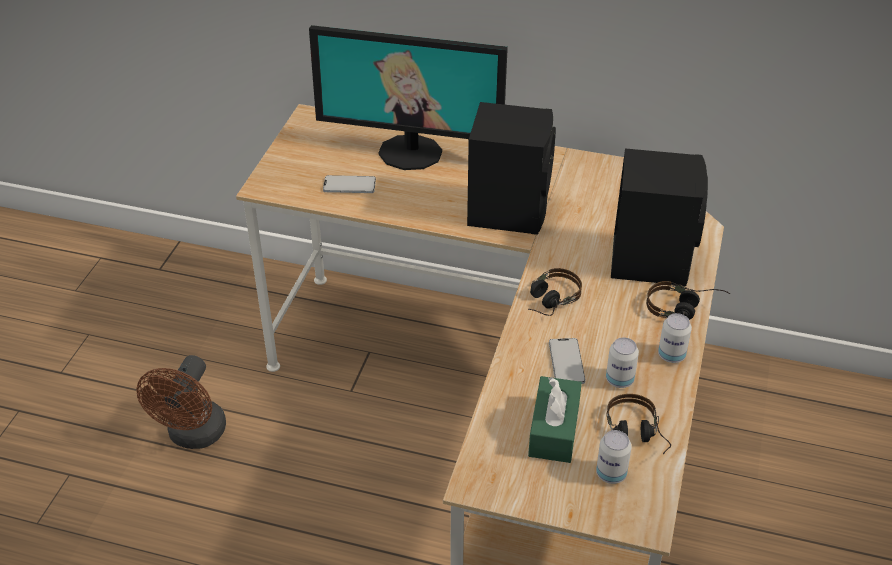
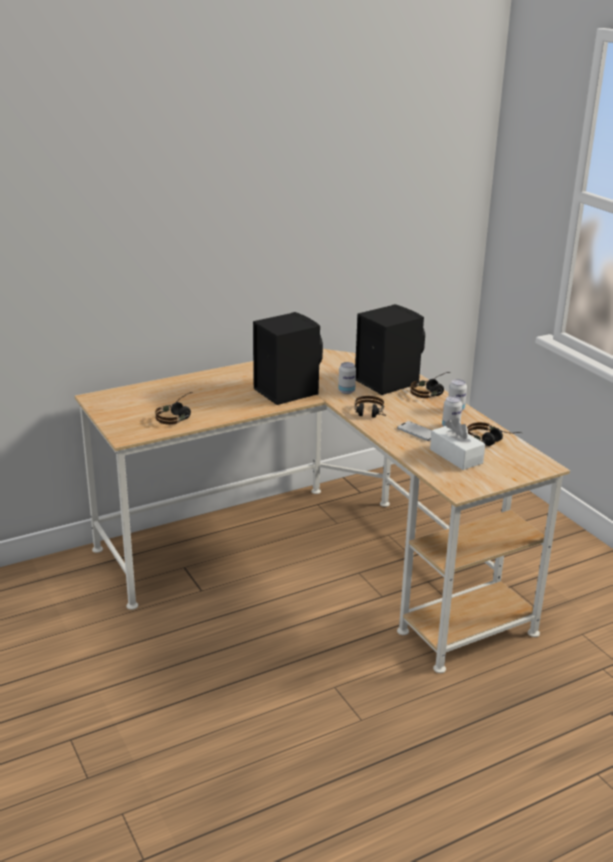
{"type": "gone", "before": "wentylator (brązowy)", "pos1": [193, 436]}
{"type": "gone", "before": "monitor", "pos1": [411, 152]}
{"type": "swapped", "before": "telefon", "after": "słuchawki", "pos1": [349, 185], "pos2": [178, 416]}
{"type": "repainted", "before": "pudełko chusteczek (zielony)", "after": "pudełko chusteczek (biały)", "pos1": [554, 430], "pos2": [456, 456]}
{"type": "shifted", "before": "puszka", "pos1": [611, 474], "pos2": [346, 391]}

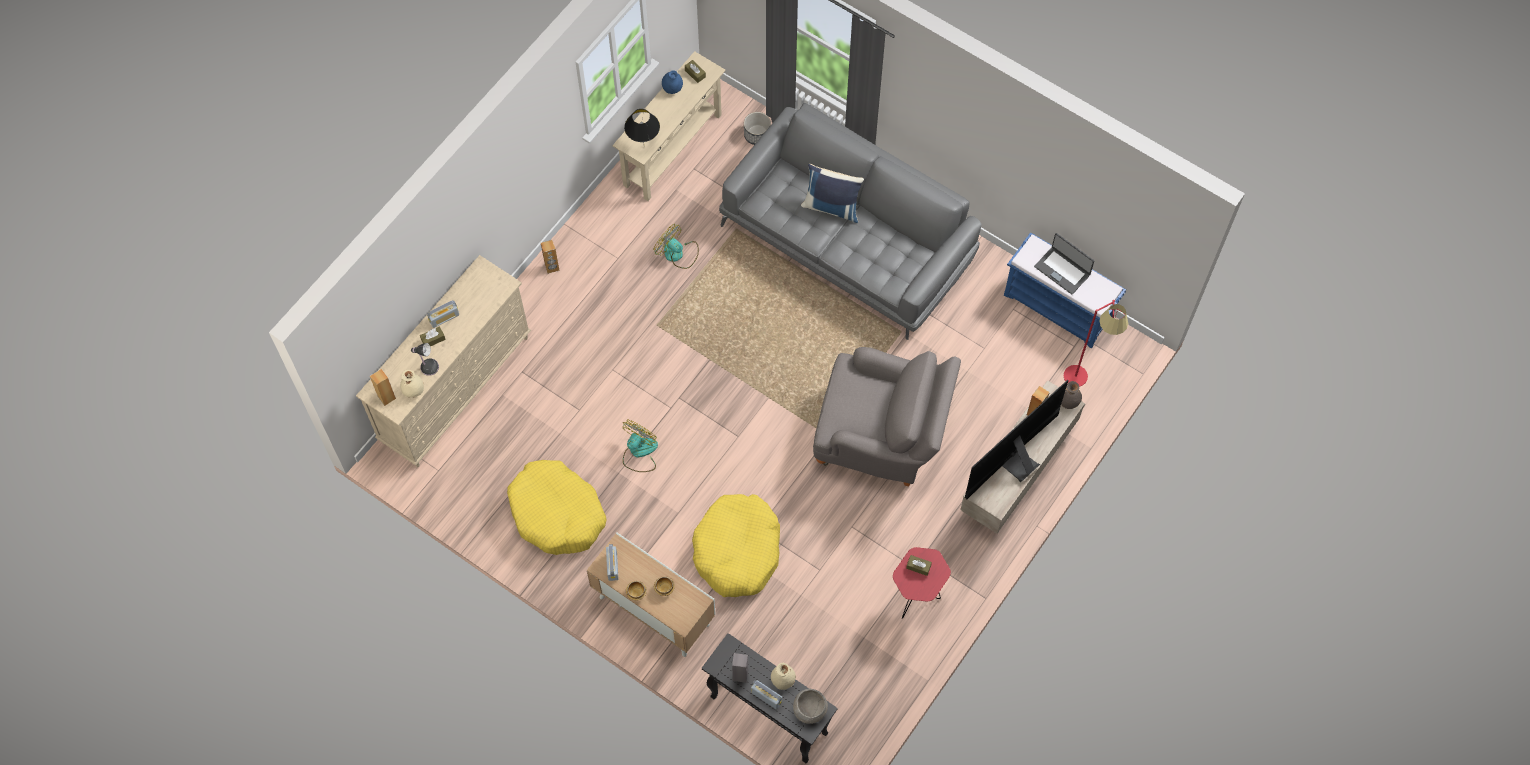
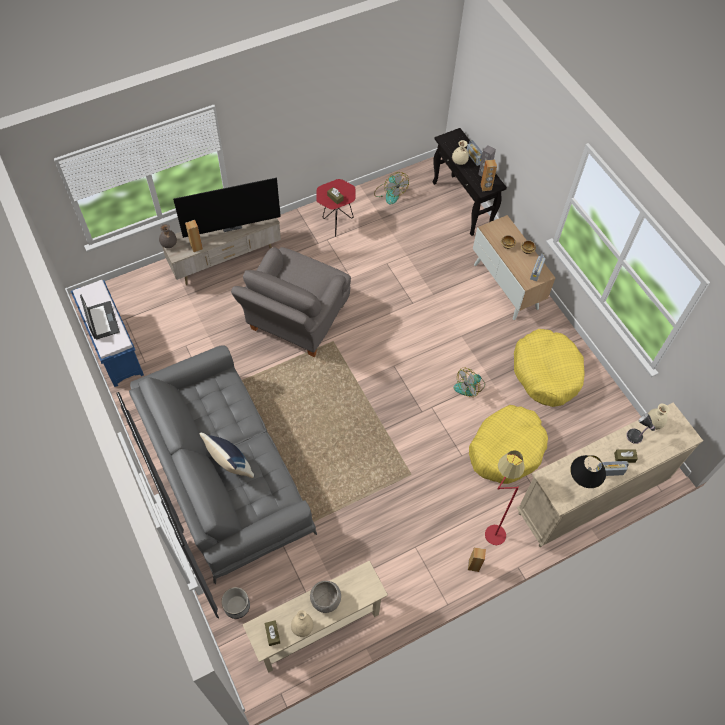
{"type": "shifted", "before": "głośnik (brązowy)", "pos1": [386, 397], "pos2": [486, 187]}
{"type": "shifted", "before": "lampa stołowa (czarny)", "pos1": [644, 146], "pos2": [579, 485]}
{"type": "shifted", "before": "wentylator", "pos1": [678, 254], "pos2": [390, 193]}
{"type": "repainted", "before": "wazon (niebieski)", "after": "wazon (beżowy)", "pos1": [672, 89], "pos2": [302, 627]}
{"type": "shifted", "before": "legowisko (żółty)", "pos1": [737, 550], "pos2": [506, 449]}
{"type": "shifted", "before": "miska (szary)", "pos1": [810, 711], "pos2": [325, 600]}
{"type": "rotated", "before": "fotel (szary)", "pos1": [882, 437], "pos2": [295, 321], "turn": -105}
{"type": "shifted", "before": "lampa stojąca (czerwony)", "pos1": [1084, 382], "pos2": [491, 526]}

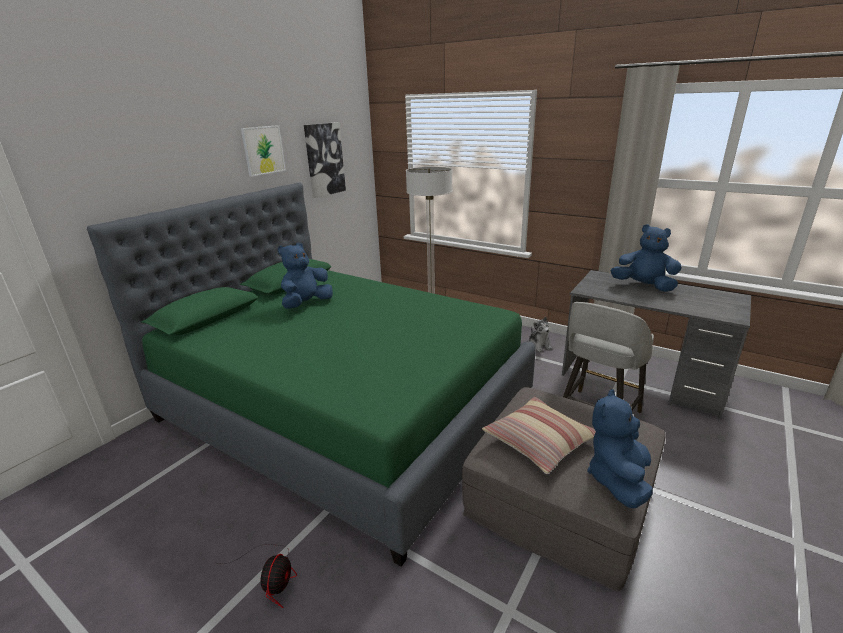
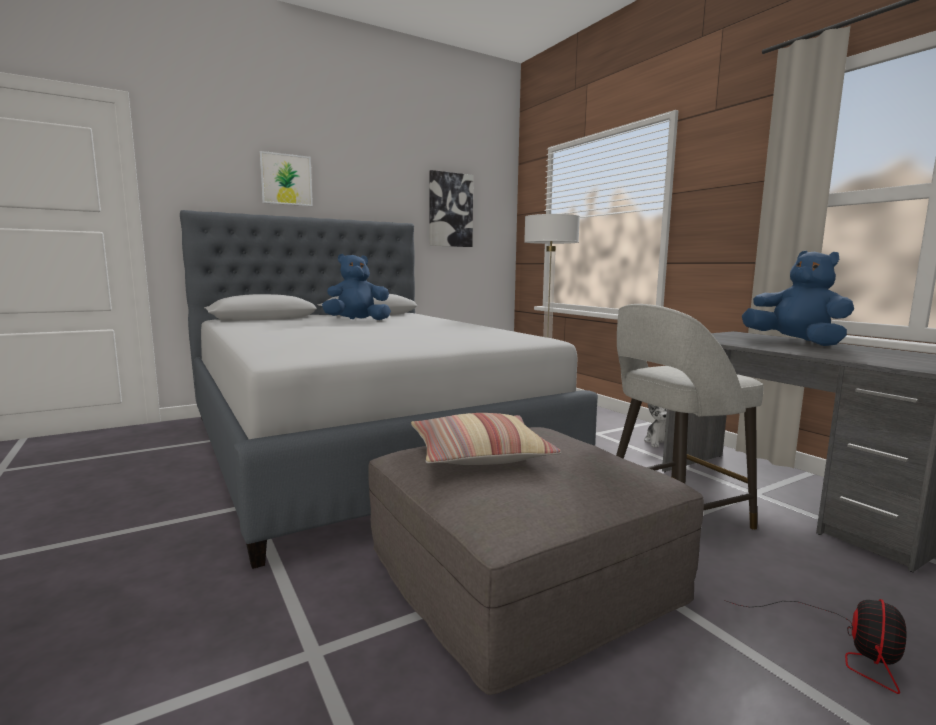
{"type": "repainted", "before": "łóżko (zielony)", "after": "łóżko (szary)", "pos1": [344, 408], "pos2": [364, 444]}
{"type": "shifted", "before": "wentylator", "pos1": [272, 577], "pos2": [842, 647]}
{"type": "shifted", "before": "obraz", "pos1": [263, 150], "pos2": [286, 179]}
{"type": "gone", "before": "pluszak (niebieski)", "pos1": [618, 479]}

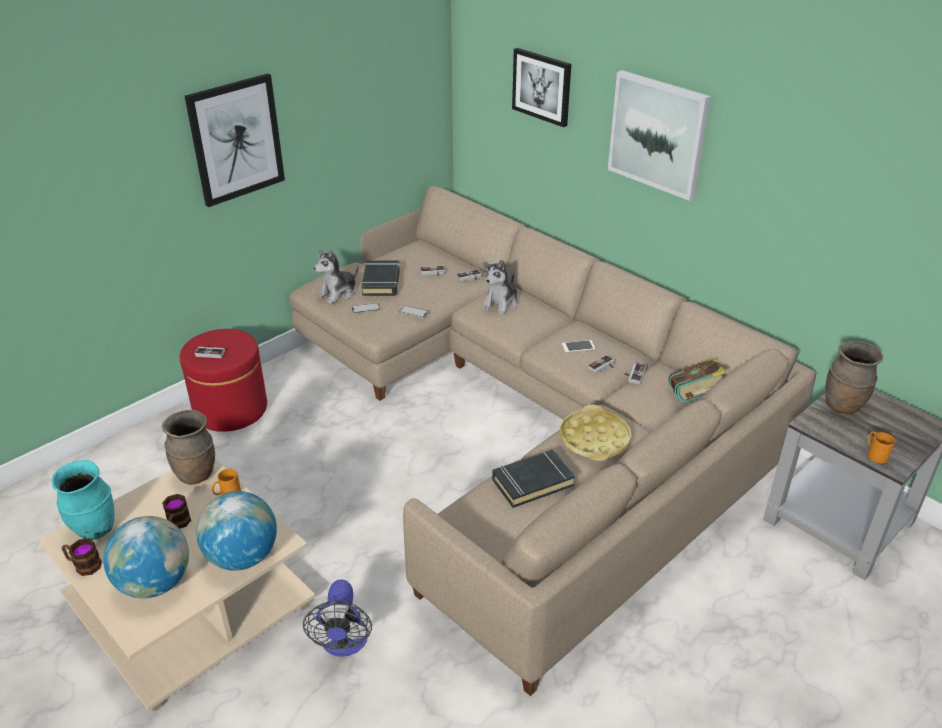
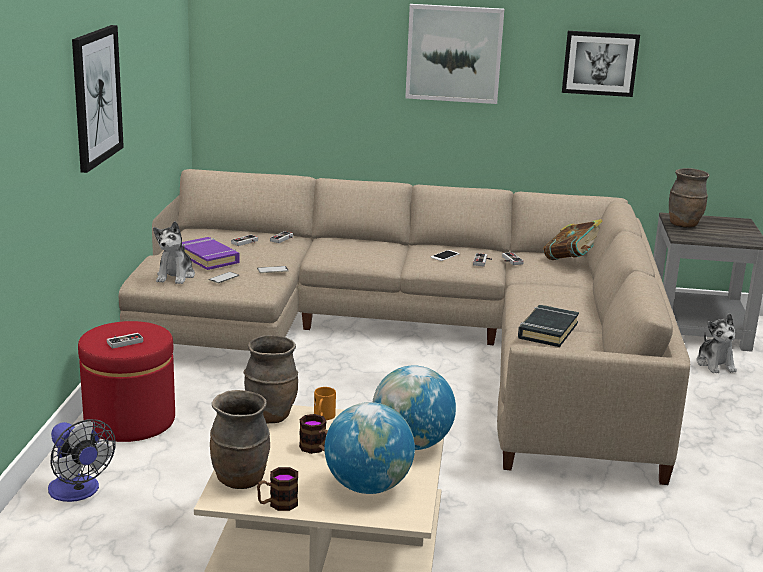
{"type": "repainted", "before": "wazon (turkusowy)", "after": "wazon (brązowy)", "pos1": [95, 529], "pos2": [241, 481]}
{"type": "shifted", "before": "wentylator", "pos1": [343, 644], "pos2": [78, 492]}
{"type": "repainted", "before": "książka (czarny)", "after": "książka (fioletowy)", "pos1": [381, 282], "pos2": [208, 258]}
{"type": "shifted", "before": "pluszak", "pos1": [500, 304], "pos2": [715, 364]}
{"type": "shifted", "before": "obraz", "pos1": [542, 86], "pos2": [600, 63]}
{"type": "gone", "before": "taca (żółty)", "pos1": [594, 439]}
{"type": "gone", "before": "kubek (pomarańczowy)", "pos1": [874, 454]}

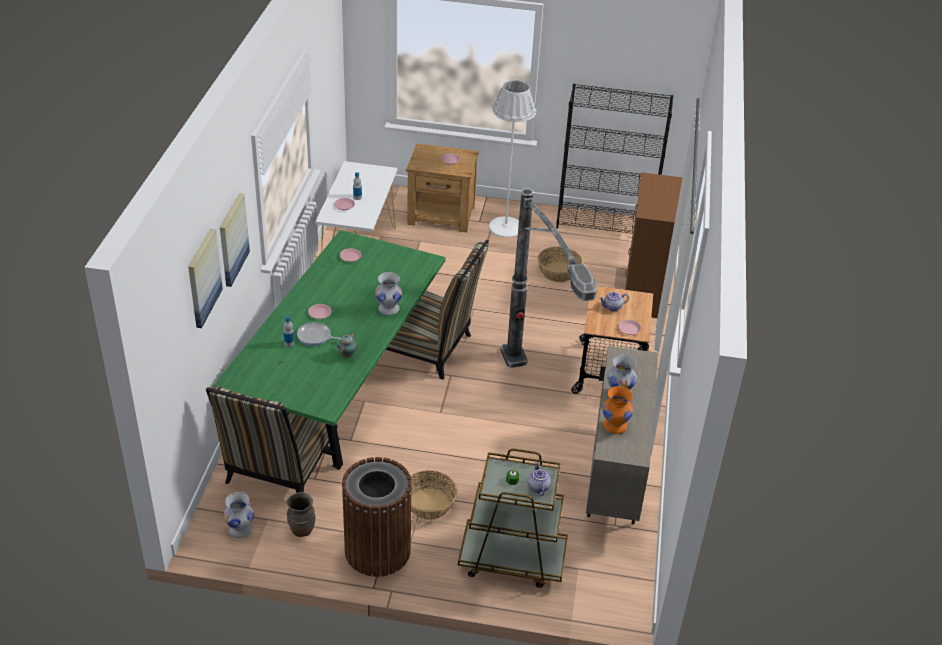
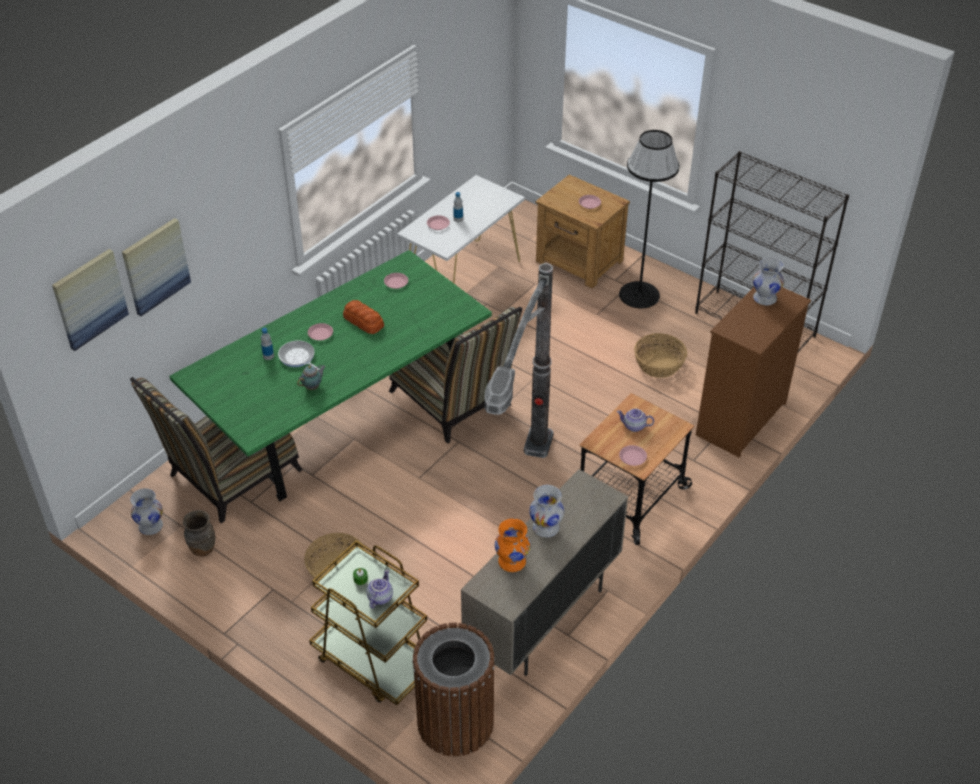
{"type": "shifted", "before": "obraz", "pos1": [232, 239], "pos2": [89, 299]}
{"type": "shifted", "before": "kosz na śmieci (brązowy)", "pos1": [377, 551], "pos2": [455, 722]}
{"type": "shifted", "before": "wazon (biały)", "pos1": [388, 309], "pos2": [764, 298]}
{"type": "repainted", "before": "lampa stojąca (biały)", "after": "lampa stojąca (czarny)", "pos1": [505, 227], "pos2": [639, 295]}
{"type": "new", "after": "chleb", "pos2": [363, 321]}

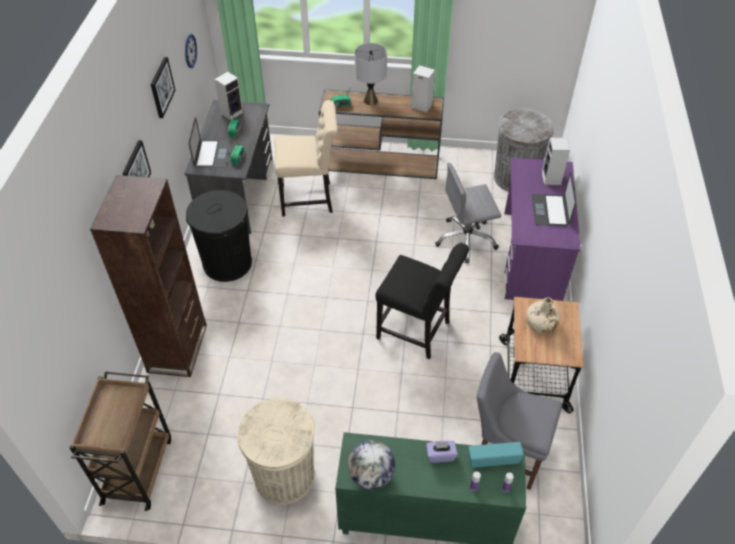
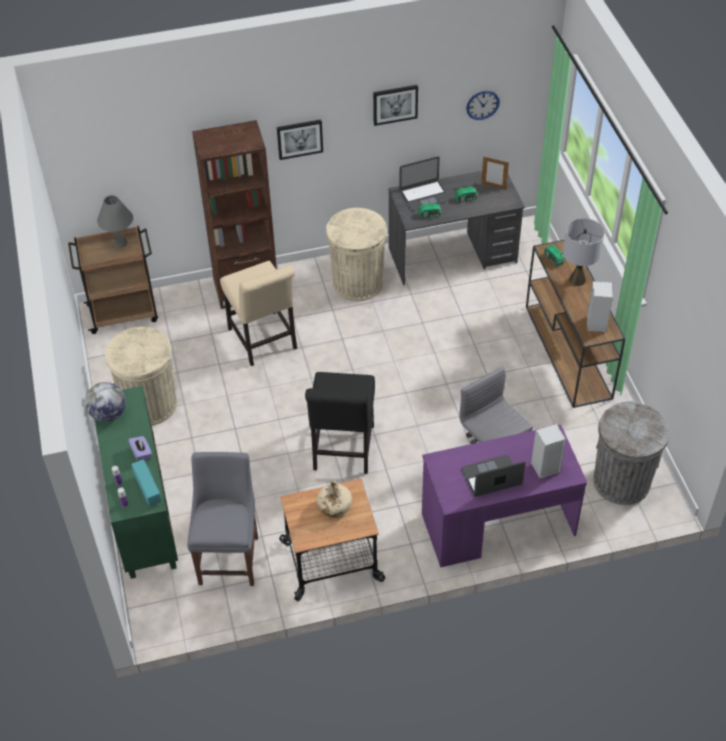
{"type": "repainted", "before": "kosz na śmieci (czarny)", "after": "kosz na śmieci (beżowy)", "pos1": [227, 263], "pos2": [358, 283]}
{"type": "swapped", "before": "głośnik", "after": "ramka na zdjęcie", "pos1": [232, 112], "pos2": [493, 186]}
{"type": "shifted", "before": "krzesło (beżowy)", "pos1": [310, 199], "pos2": [264, 341]}
{"type": "new", "after": "lampa stołowa (szary)", "pos2": [120, 242]}

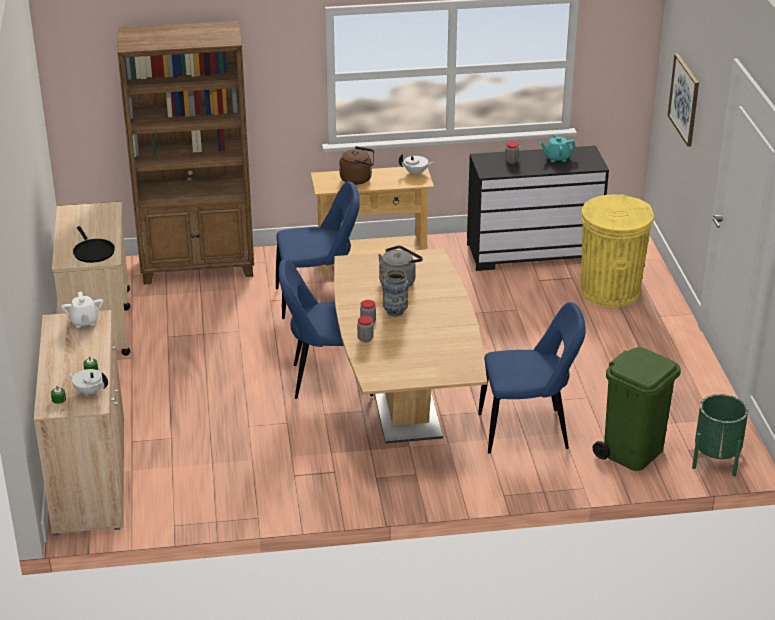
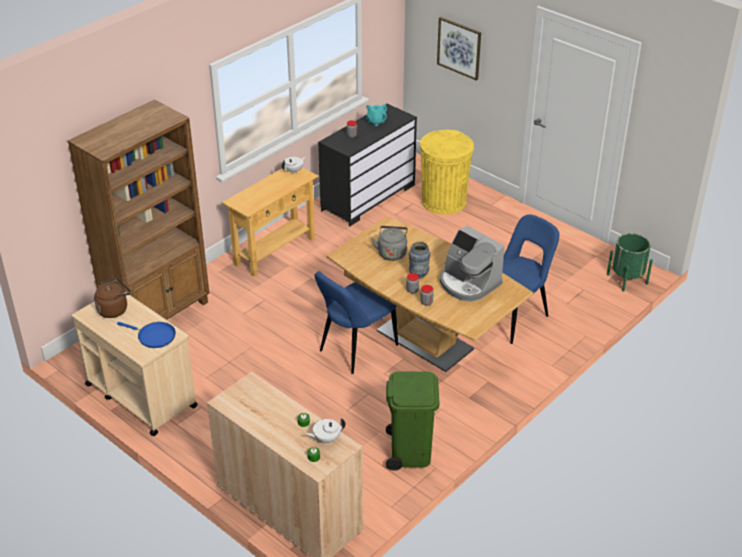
{"type": "gone", "before": "imbryk (biały)", "pos1": [84, 321]}
{"type": "repainted", "before": "patelnia (czarny)", "after": "patelnia (niebieski)", "pos1": [93, 252], "pos2": [154, 336]}
{"type": "gone", "before": "krzesło (niebieski)", "pos1": [319, 300]}
{"type": "shifted", "before": "czajnik (brązowy)", "pos1": [358, 179], "pos2": [114, 309]}
{"type": "shifted", "before": "kosz na śmieci (zielony)", "pos1": [633, 452], "pos2": [410, 451]}
{"type": "new", "after": "ekspres do kawy", "pos2": [468, 283]}

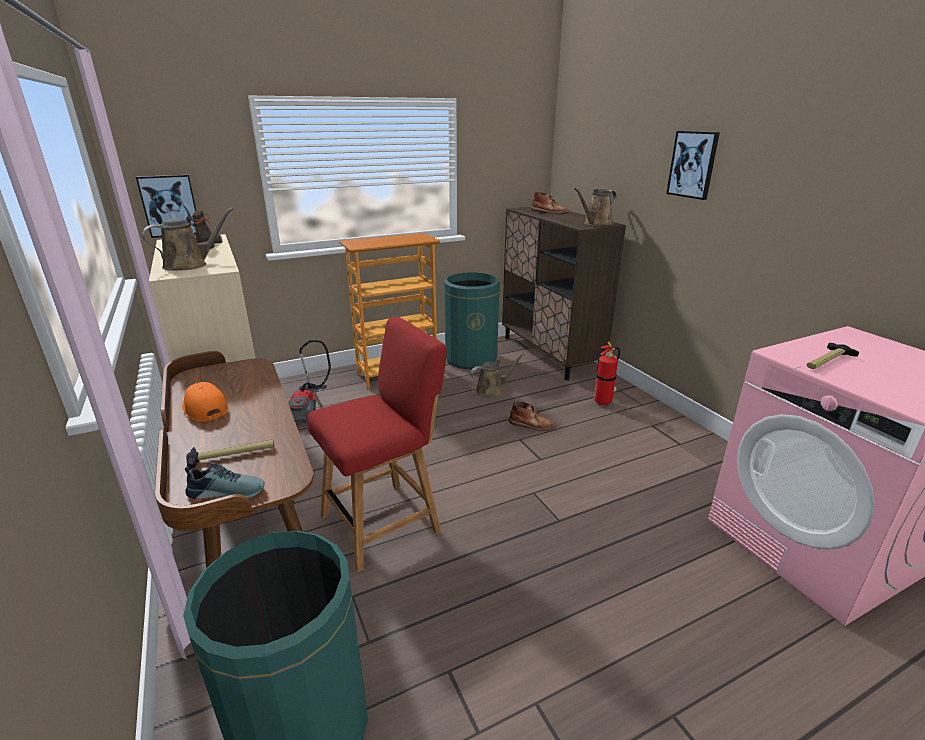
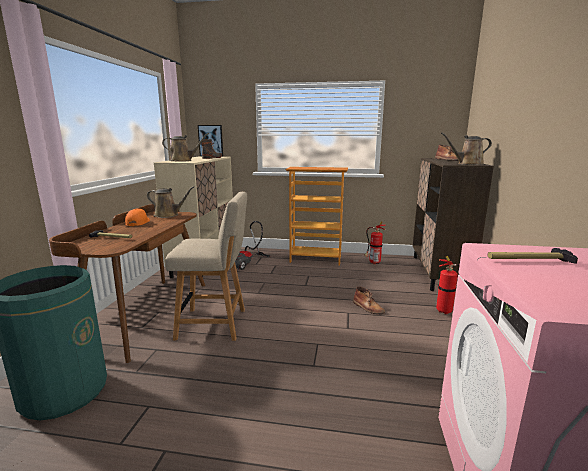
{"type": "gone", "before": "but", "pos1": [227, 490]}
{"type": "repainted", "before": "krzesło (czerwony)", "after": "krzesło (beżowy)", "pos1": [385, 521], "pos2": [216, 324]}
{"type": "swapped", "before": "kosz na śmieci (zielony)", "after": "gaśnica", "pos1": [471, 359], "pos2": [373, 262]}
{"type": "shifted", "before": "konewka (brązowy)", "pos1": [492, 390], "pos2": [168, 215]}
{"type": "gone", "before": "obraz", "pos1": [693, 164]}

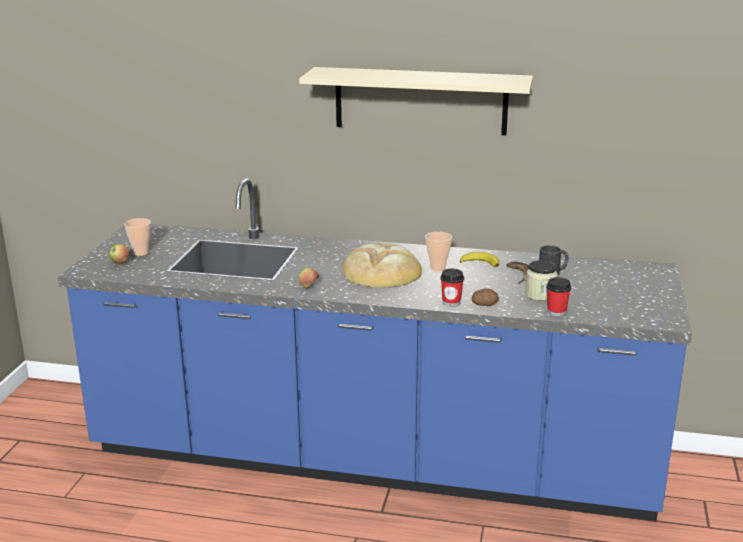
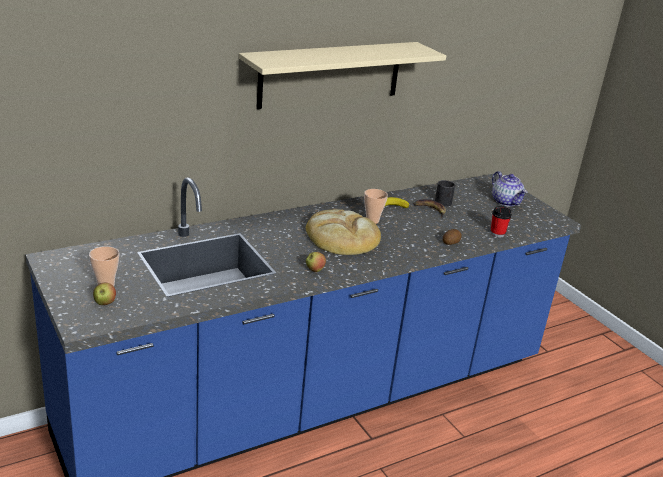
{"type": "gone", "before": "filiżanka", "pos1": [451, 302]}
{"type": "gone", "before": "słoik", "pos1": [540, 295]}
{"type": "new", "after": "imbryk", "pos2": [506, 202]}

